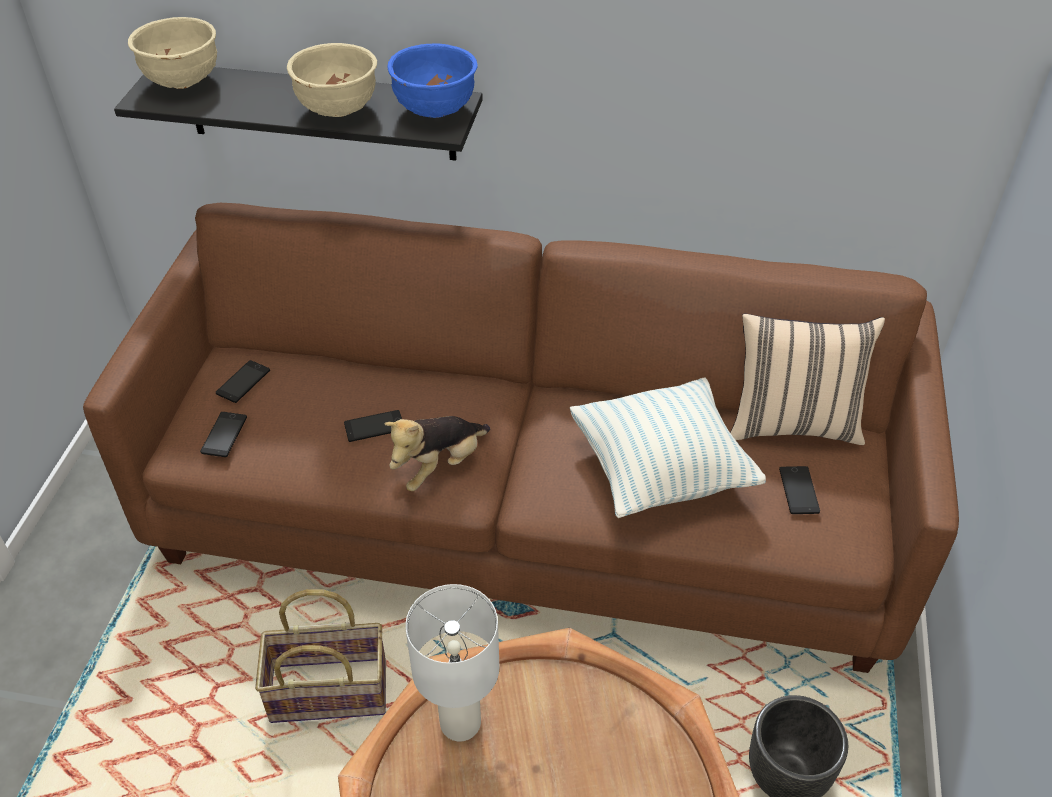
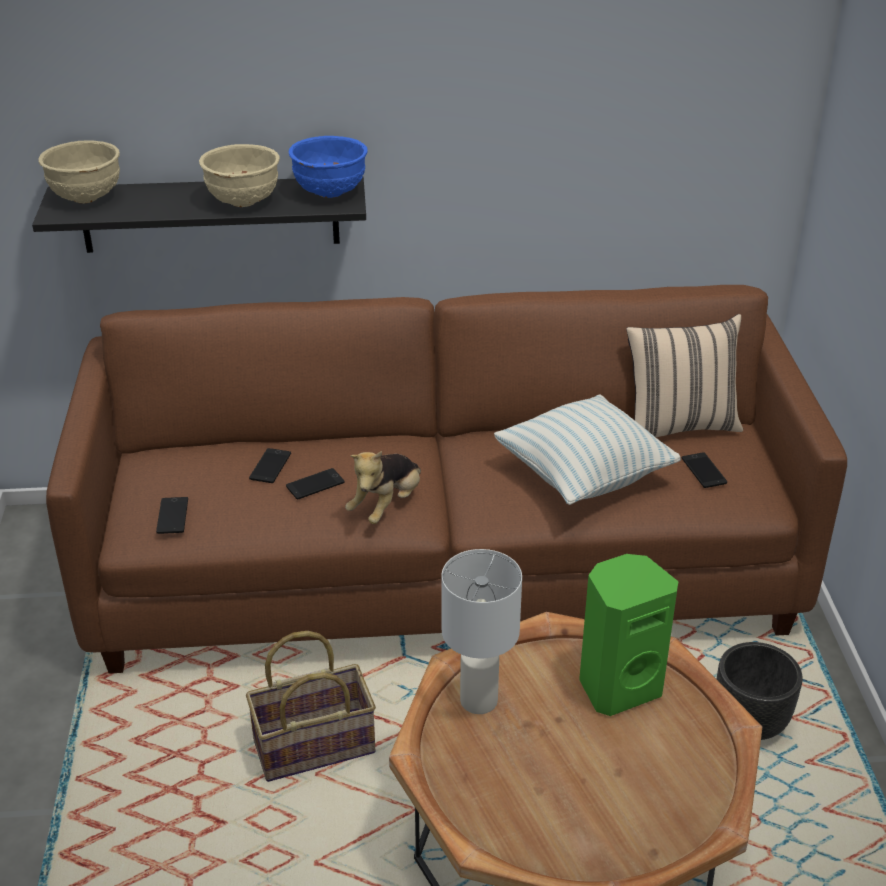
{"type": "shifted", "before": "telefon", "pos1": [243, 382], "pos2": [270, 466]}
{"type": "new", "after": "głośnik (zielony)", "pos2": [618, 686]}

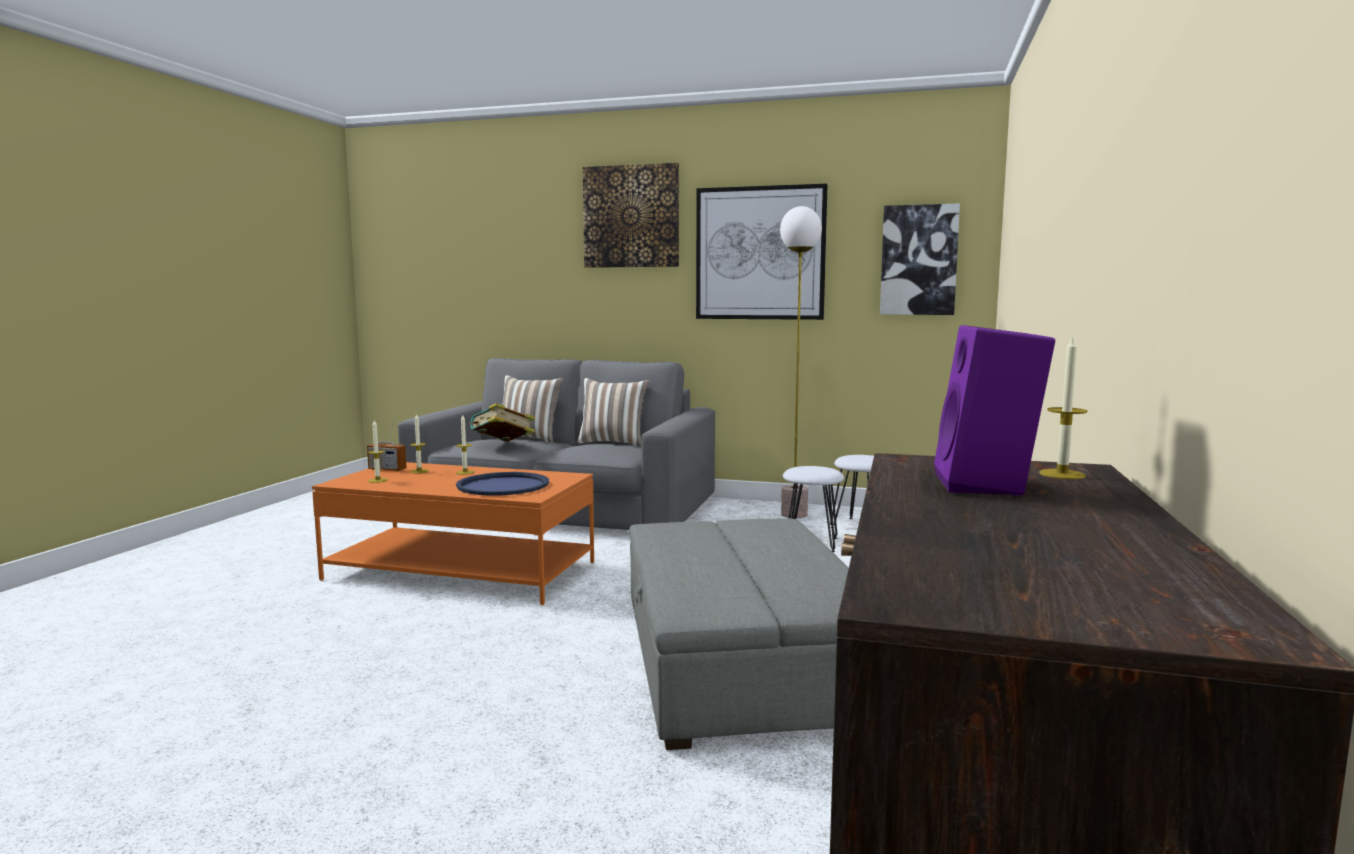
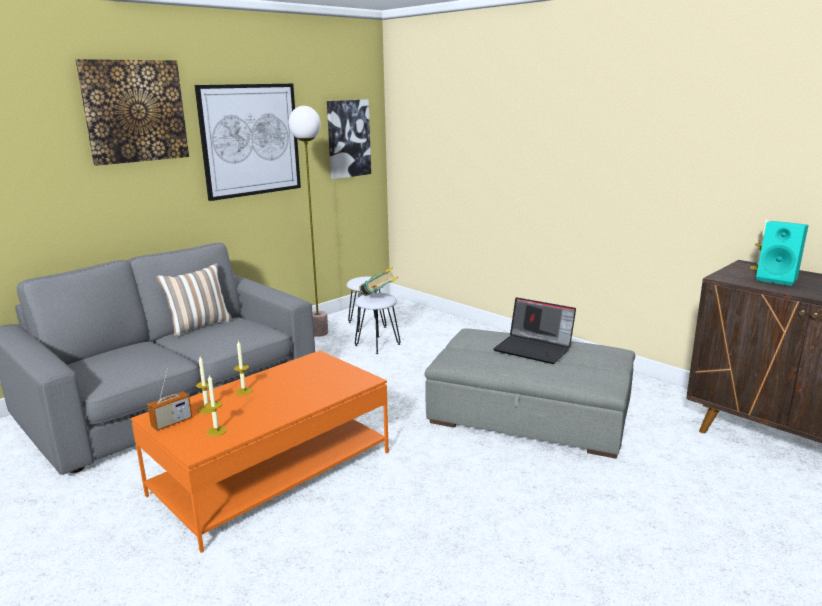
{"type": "gone", "before": "taca (niebieski)", "pos1": [503, 485]}
{"type": "shifted", "before": "książka", "pos1": [502, 445], "pos2": [379, 297]}
{"type": "gone", "before": "poduszka", "pos1": [530, 438]}
{"type": "repainted", "before": "głośnik (fioletowy)", "after": "głośnik (turkusowy)", "pos1": [989, 485], "pos2": [778, 279]}
{"type": "new", "after": "laptop", "pos2": [534, 349]}

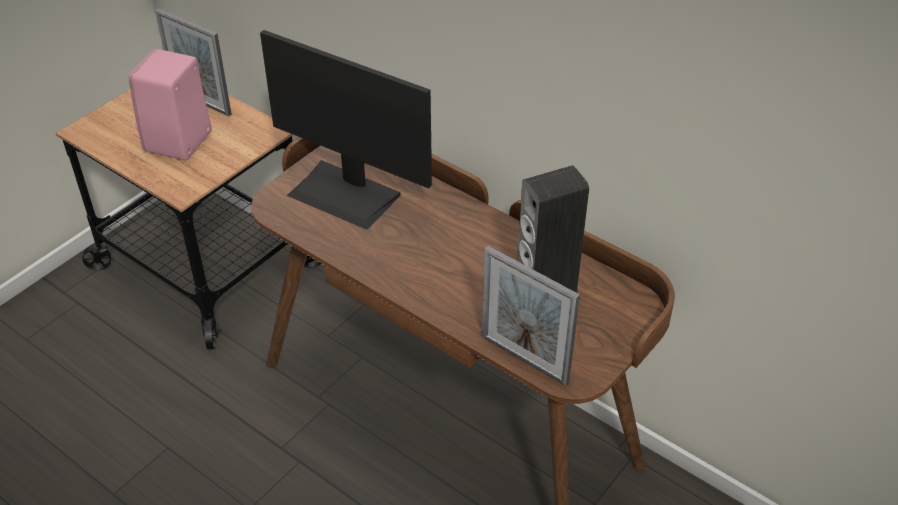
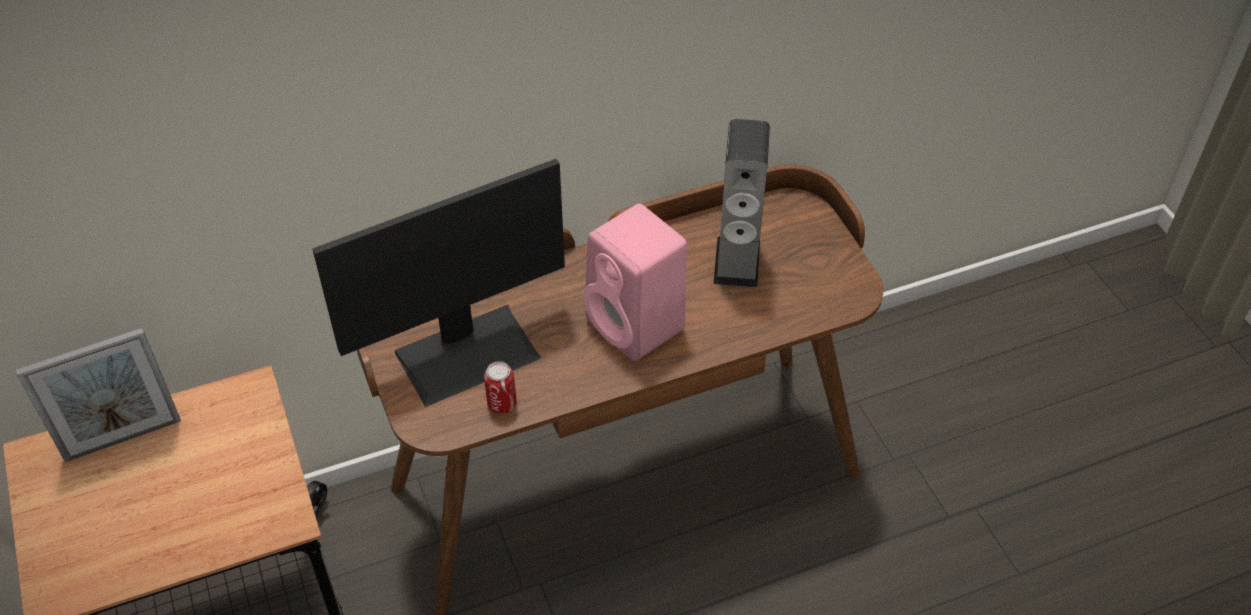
{"type": "shifted", "before": "głośnik (różowy)", "pos1": [177, 142], "pos2": [638, 326]}
{"type": "gone", "before": "ramka na zdjęcie", "pos1": [524, 359]}
{"type": "new", "after": "puszka", "pos2": [502, 403]}

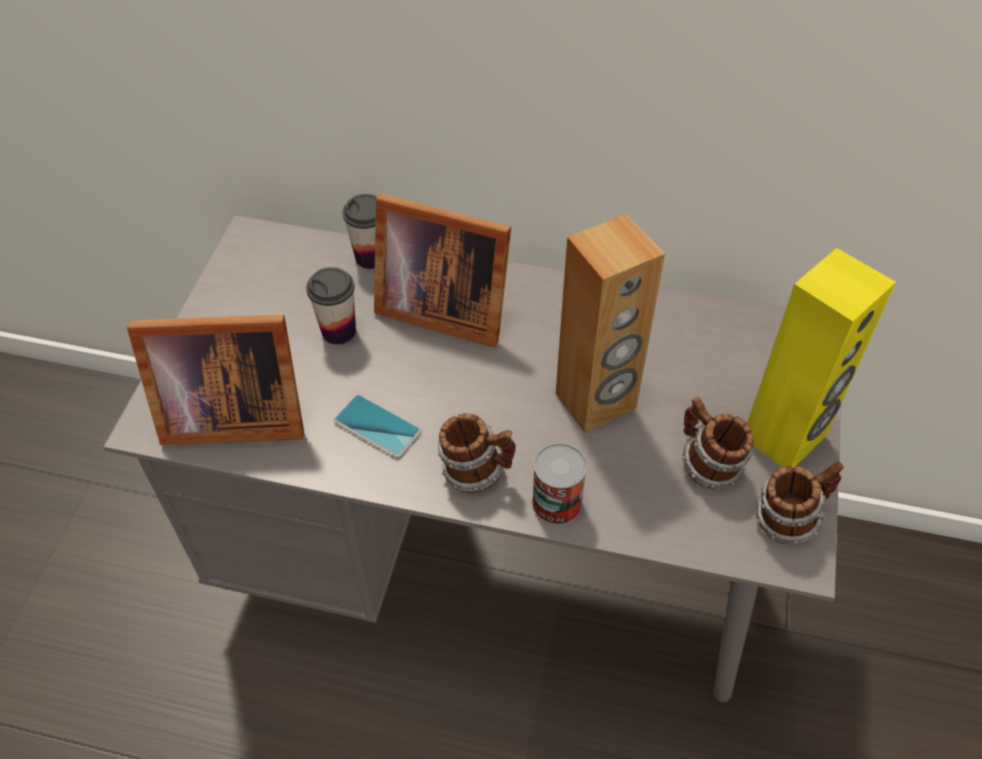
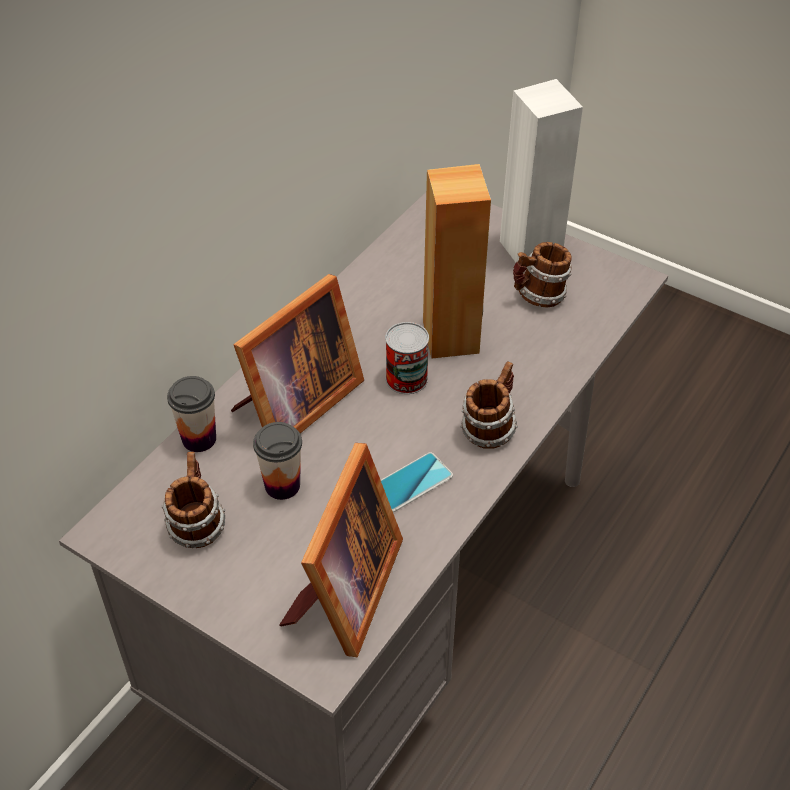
{"type": "shifted", "before": "puszka", "pos1": [557, 503], "pos2": [406, 378]}
{"type": "repainted", "before": "głośnik (żółty)", "after": "głośnik (biały)", "pos1": [785, 437], "pos2": [531, 249]}
{"type": "shifted", "before": "kubek", "pos1": [789, 519], "pos2": [196, 525]}

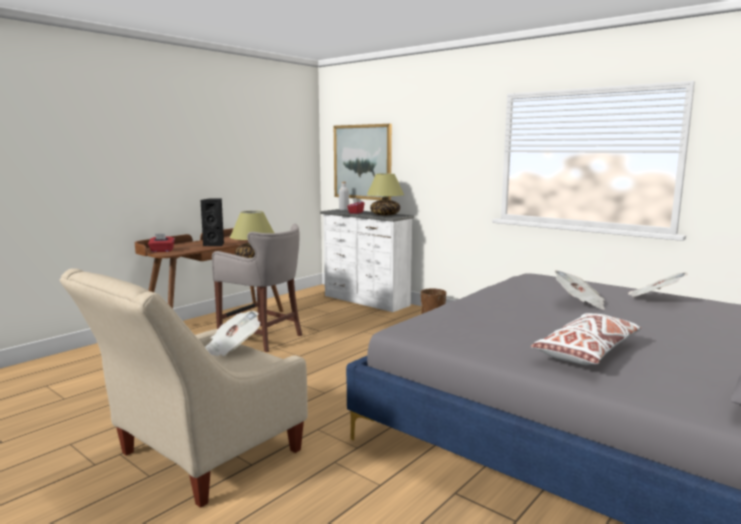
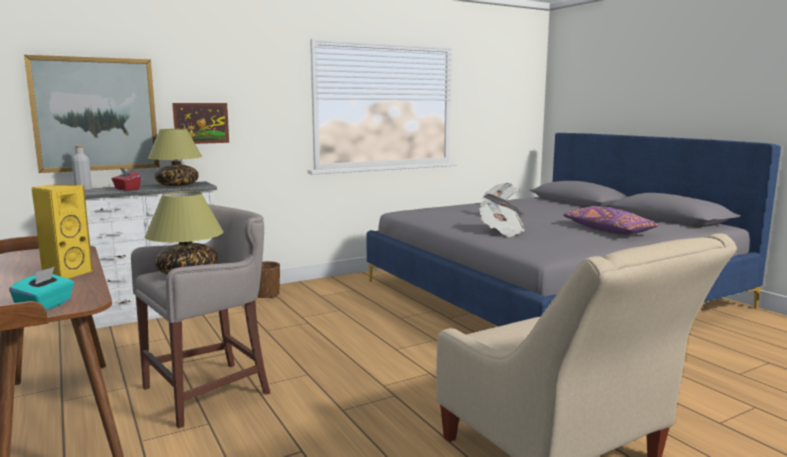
{"type": "repainted", "before": "pudełko chusteczek (czerwony)", "after": "pudełko chusteczek (turkusowy)", "pos1": [162, 251], "pos2": [46, 306]}
{"type": "repainted", "before": "głośnik (czarny)", "after": "głośnik (żółty)", "pos1": [215, 244], "pos2": [66, 274]}
{"type": "shifted", "before": "gazeta", "pos1": [231, 349], "pos2": [501, 232]}
{"type": "repainted", "before": "poduszka (biały)", "after": "poduszka (fioletowy)", "pos1": [588, 352], "pos2": [607, 230]}
{"type": "new", "after": "obraz", "pos2": [201, 123]}

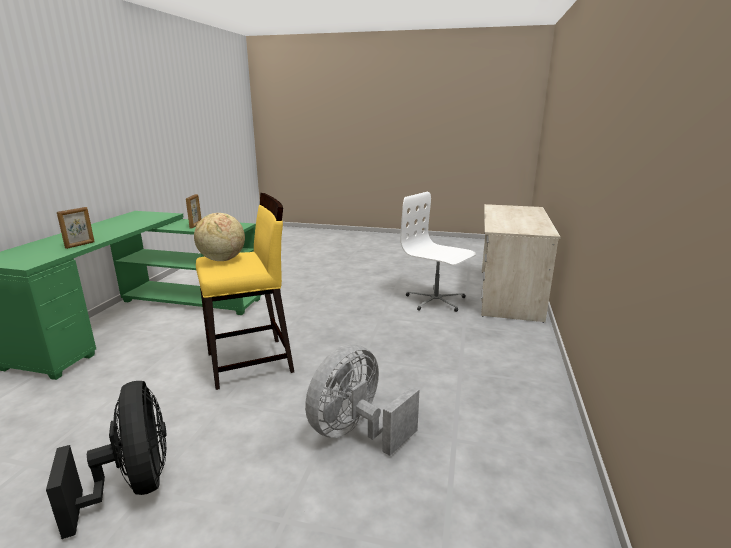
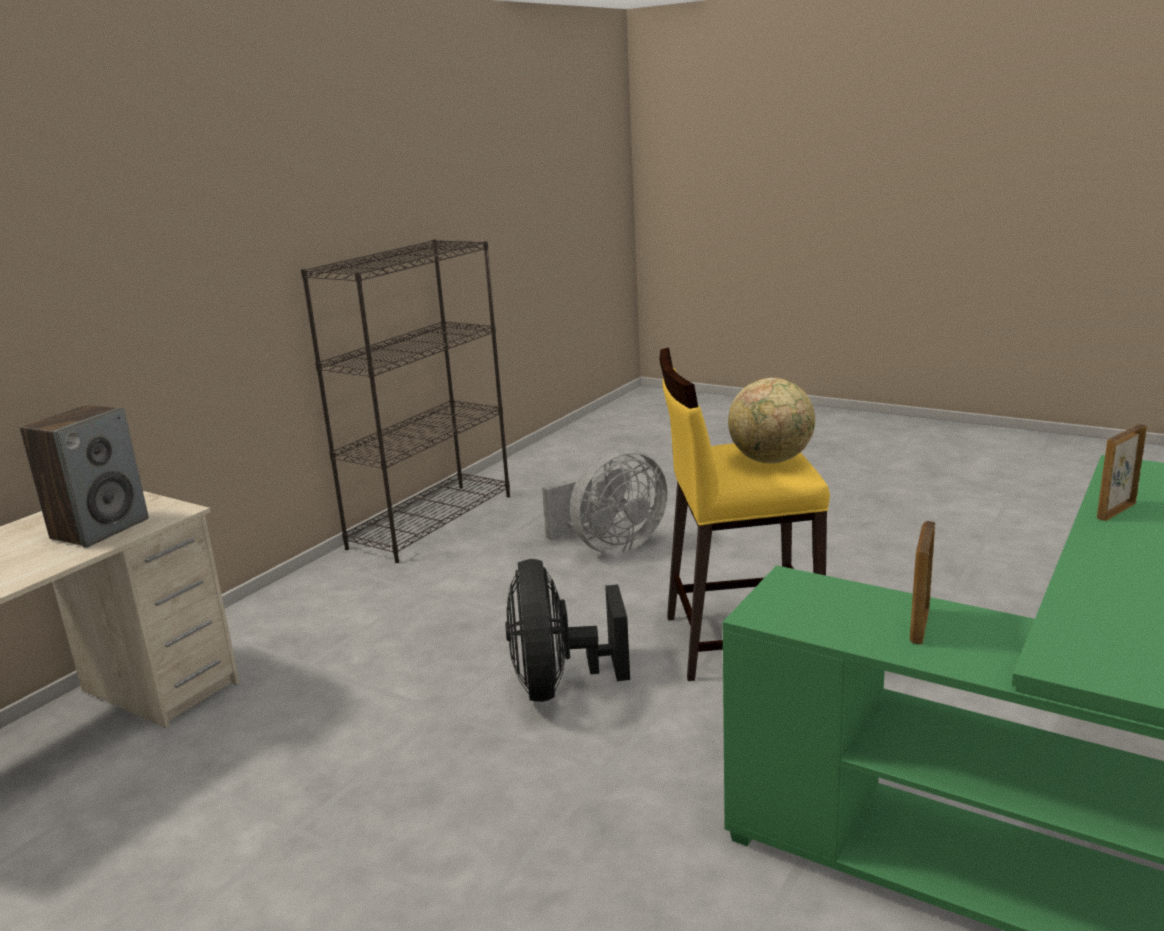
{"type": "shifted", "before": "wentylator (czarny)", "pos1": [134, 485], "pos2": [558, 685]}
{"type": "gone", "before": "krzesło biurowe (biały)", "pos1": [435, 300]}
{"type": "new", "after": "głośnik", "pos2": [100, 529]}
{"type": "new", "after": "regał (czarny)", "pos2": [431, 521]}

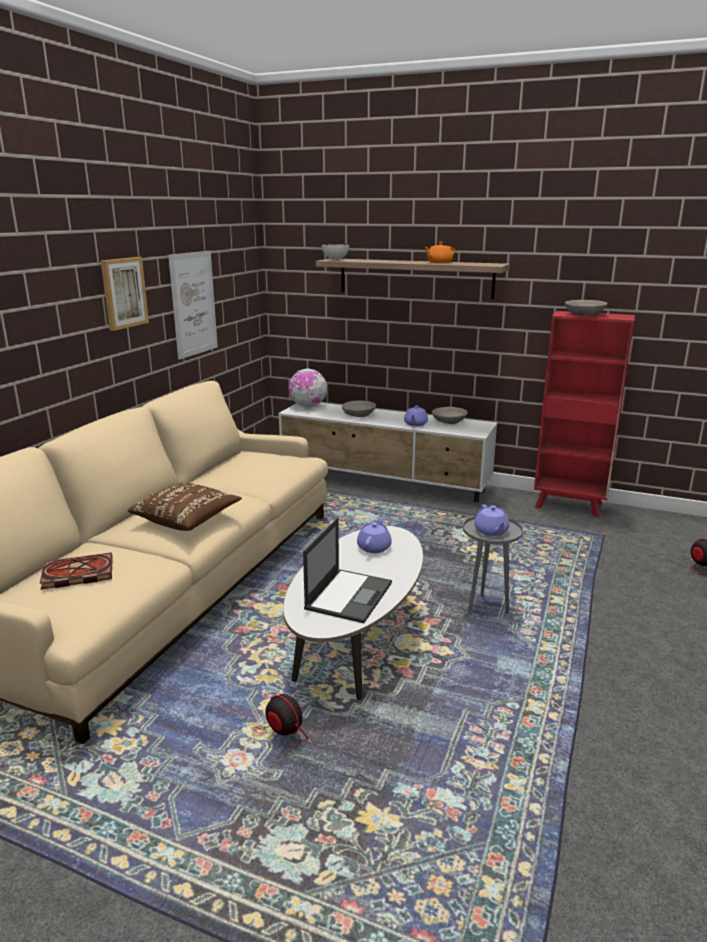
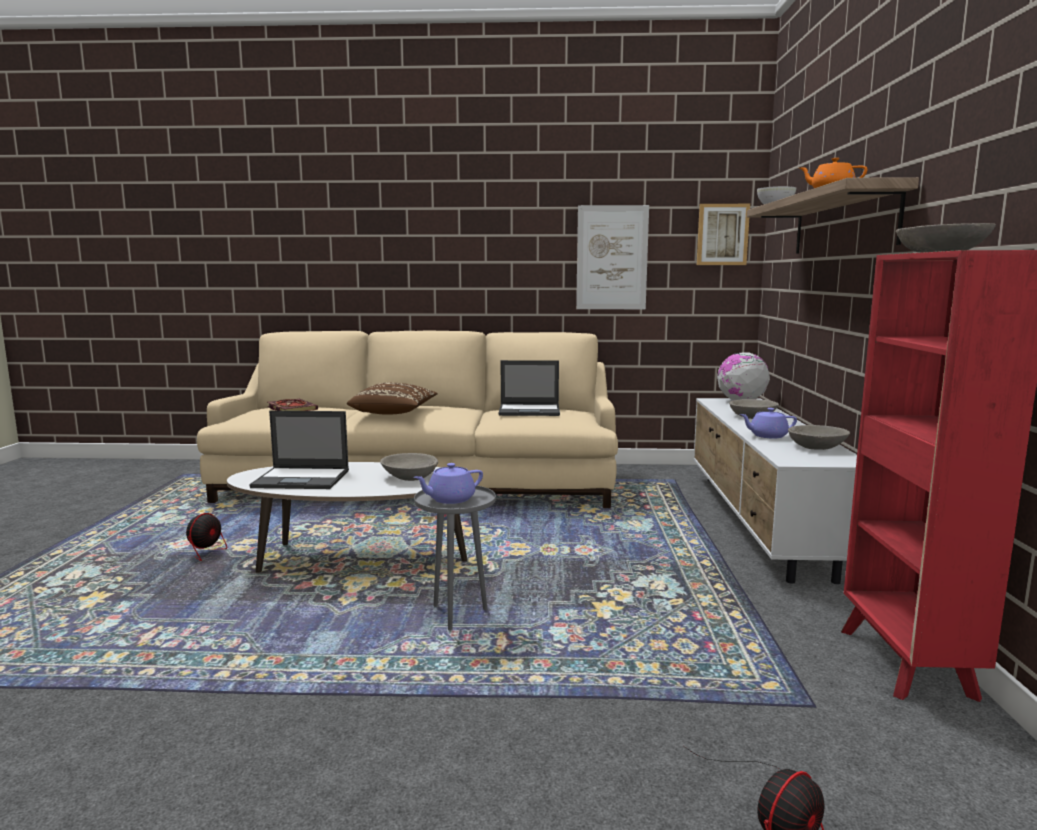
{"type": "shifted", "before": "obraz", "pos1": [123, 293], "pos2": [722, 234]}
{"type": "swapped", "before": "imbryk (fioletowy)", "after": "miska (szary)", "pos1": [374, 547], "pos2": [410, 476]}
{"type": "new", "after": "laptop", "pos2": [530, 411]}

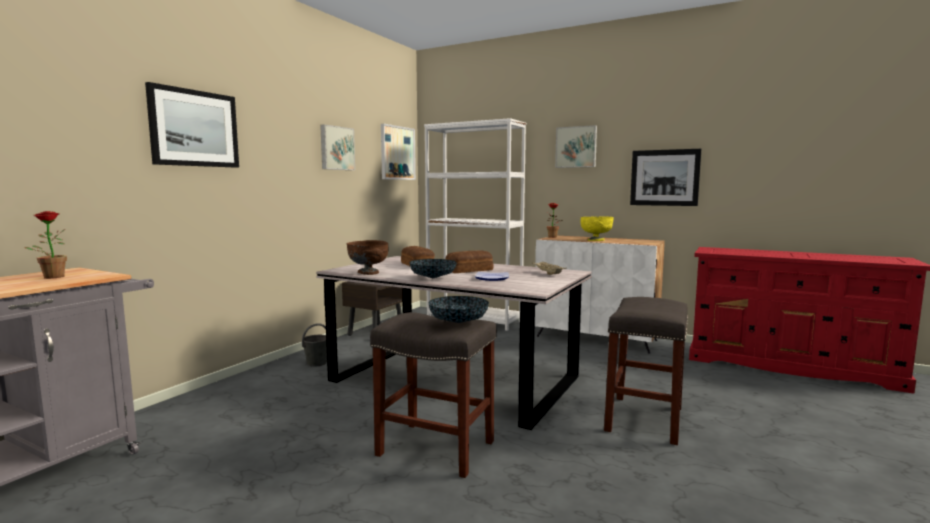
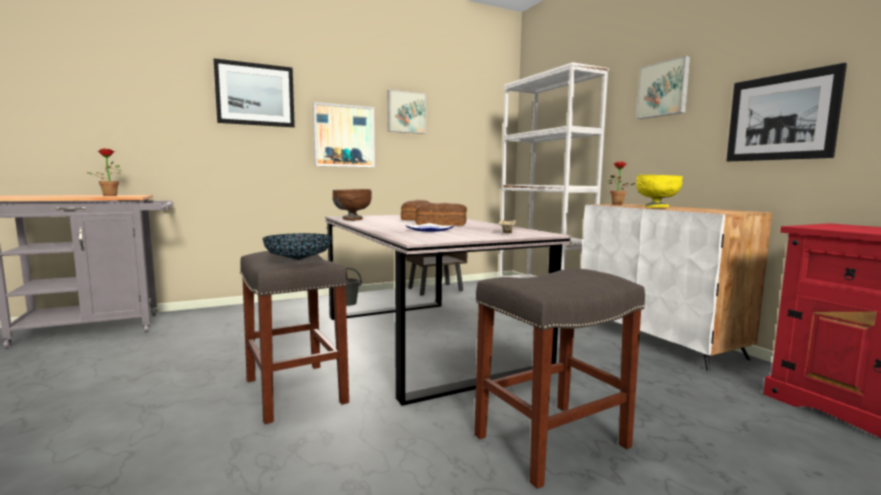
{"type": "shifted", "before": "obraz", "pos1": [397, 153], "pos2": [344, 136]}
{"type": "gone", "before": "miska", "pos1": [433, 278]}

